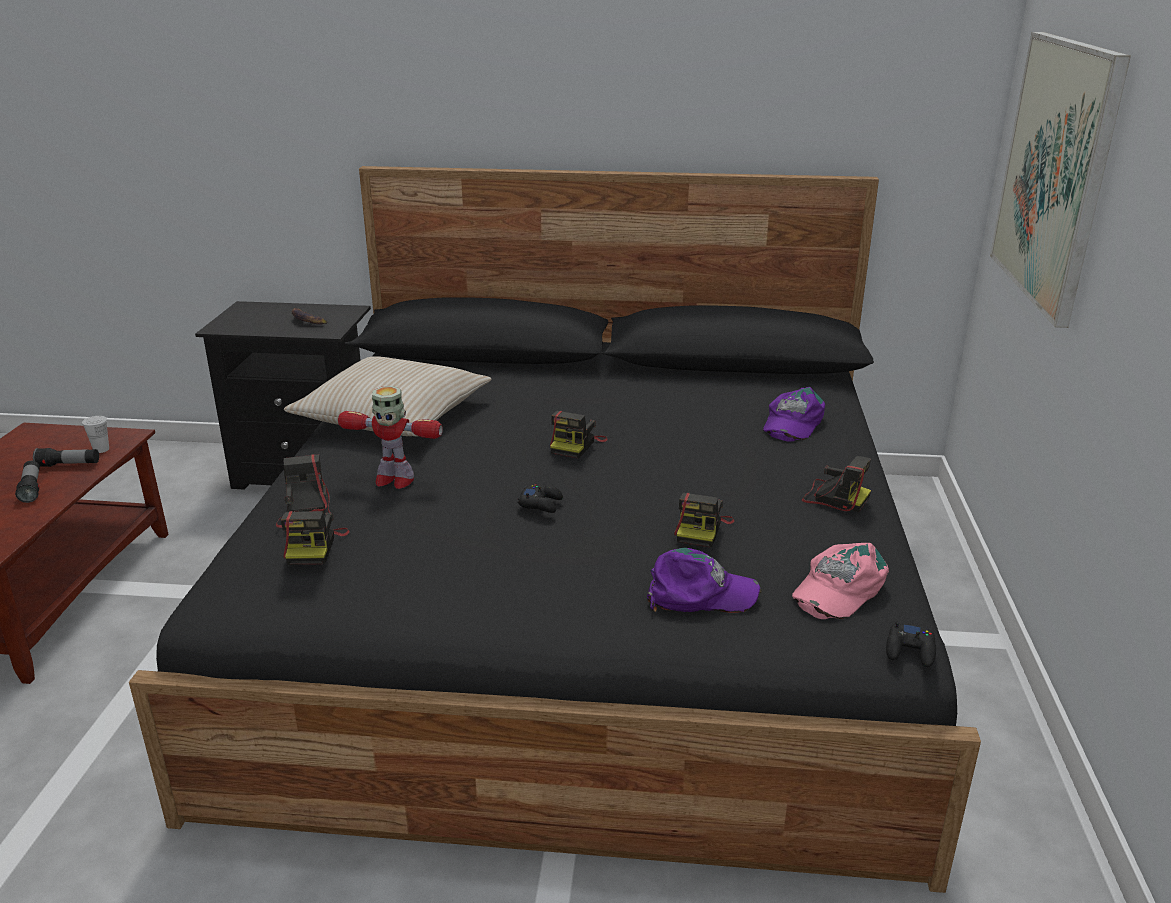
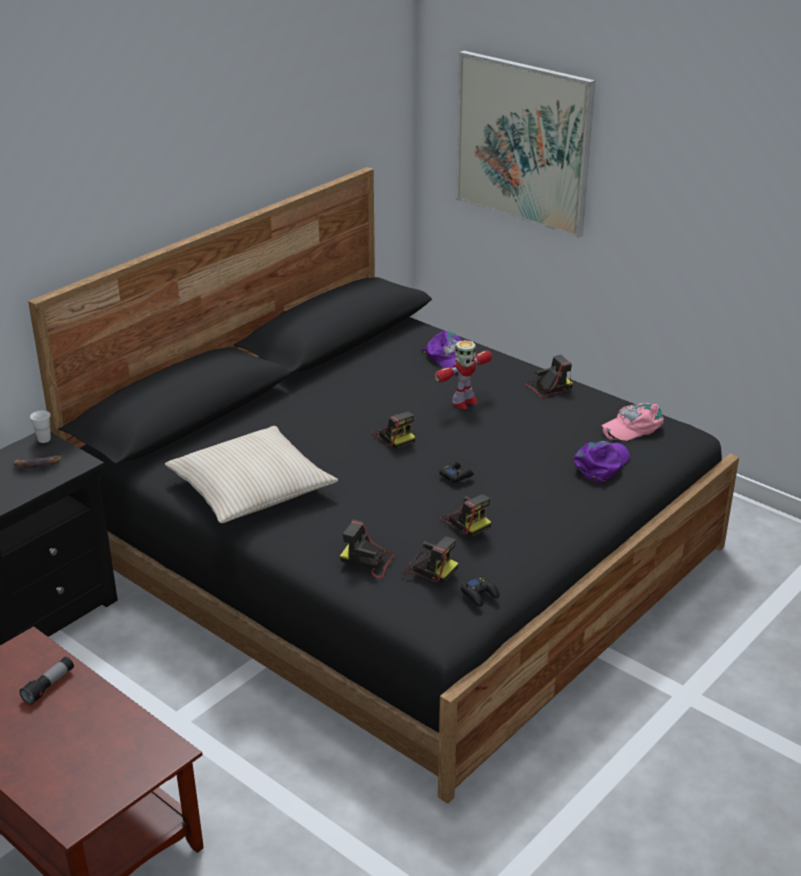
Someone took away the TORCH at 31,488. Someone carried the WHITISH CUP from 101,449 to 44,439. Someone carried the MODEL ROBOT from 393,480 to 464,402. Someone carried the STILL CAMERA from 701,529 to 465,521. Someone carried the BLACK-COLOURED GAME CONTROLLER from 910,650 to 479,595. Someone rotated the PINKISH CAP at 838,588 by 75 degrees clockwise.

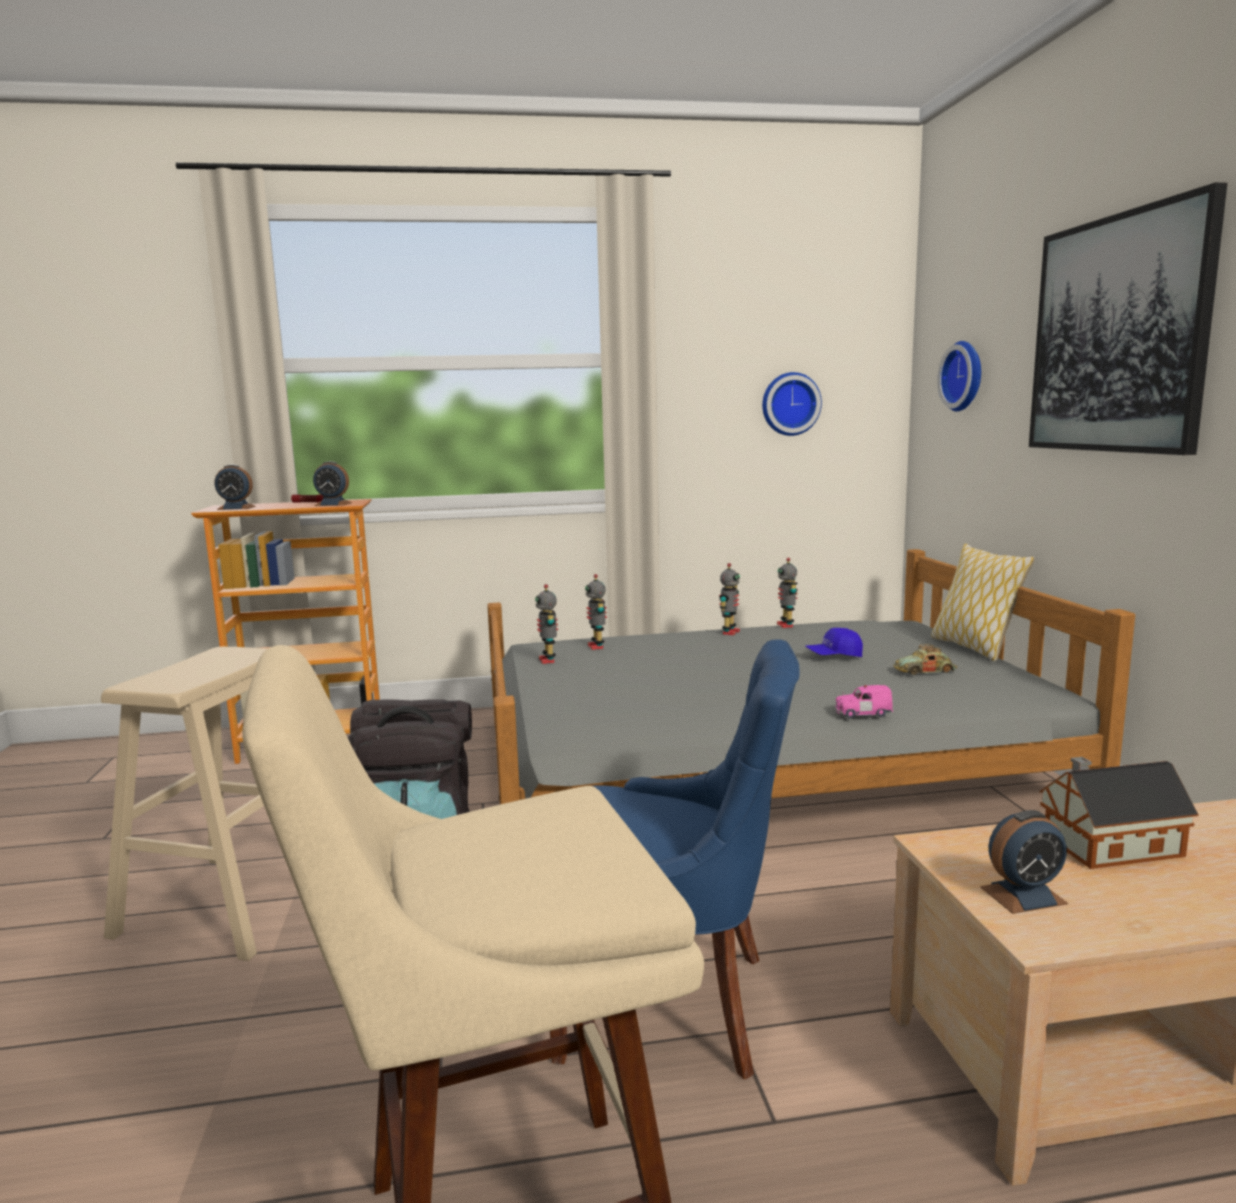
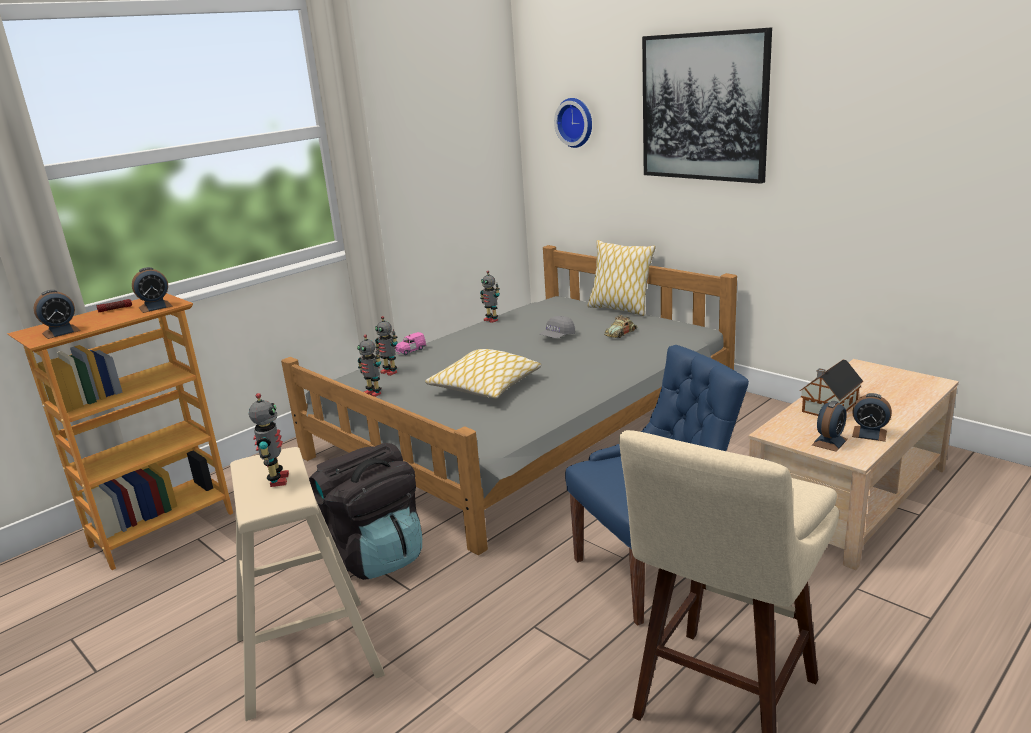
Someone took away the HANGING CLOCK at 789,404. Someone put down the CUSHION at 485,386. Someone put down the ALARM CLOCK at 869,434. Someone carried the MODEL ROBOT from 729,632 to 277,480. Someone carried the PINKISH TOY CAR from 862,714 to 410,351. Someone repainted the BLUE-COLOURED CAP at 834,656, which became the GRAY CAP at 557,337.

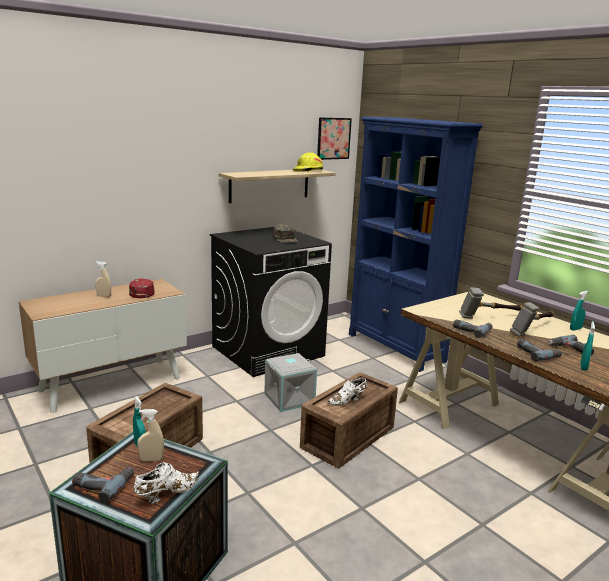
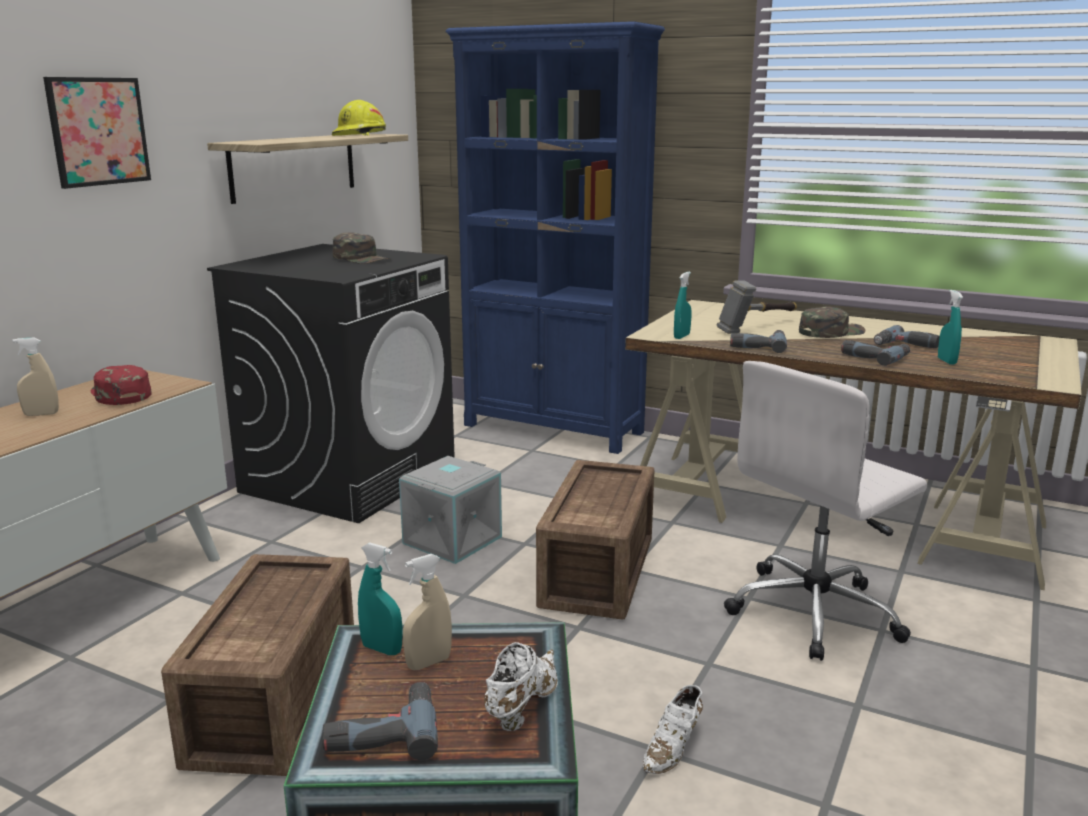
Someone put down the WHITISH DESK CHAIR at 815,612. Someone carried the PICTURE from 333,138 to 98,131. Someone carried the WHITISH LOW SHOE from 347,401 to 674,748. Someone carried the TURQUOISE-COLOURED HAND SPRAYER from 575,329 to 681,336. Someone swapped the HAMMER at 532,330 for the GREEN CAP at 830,332.

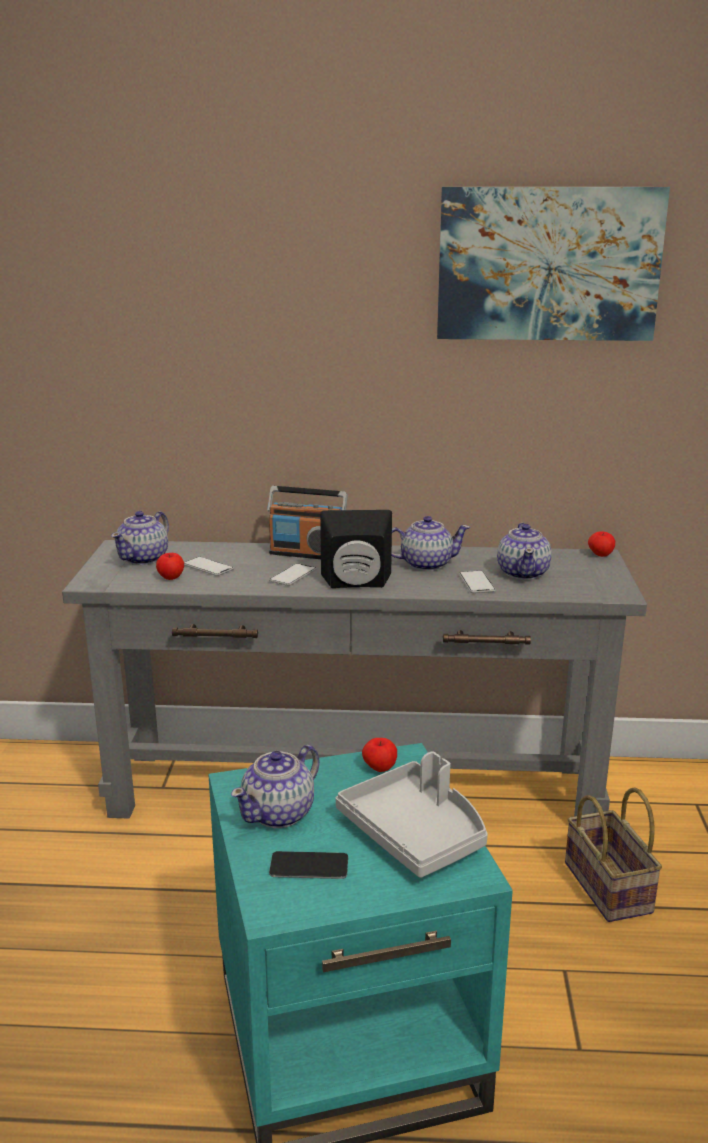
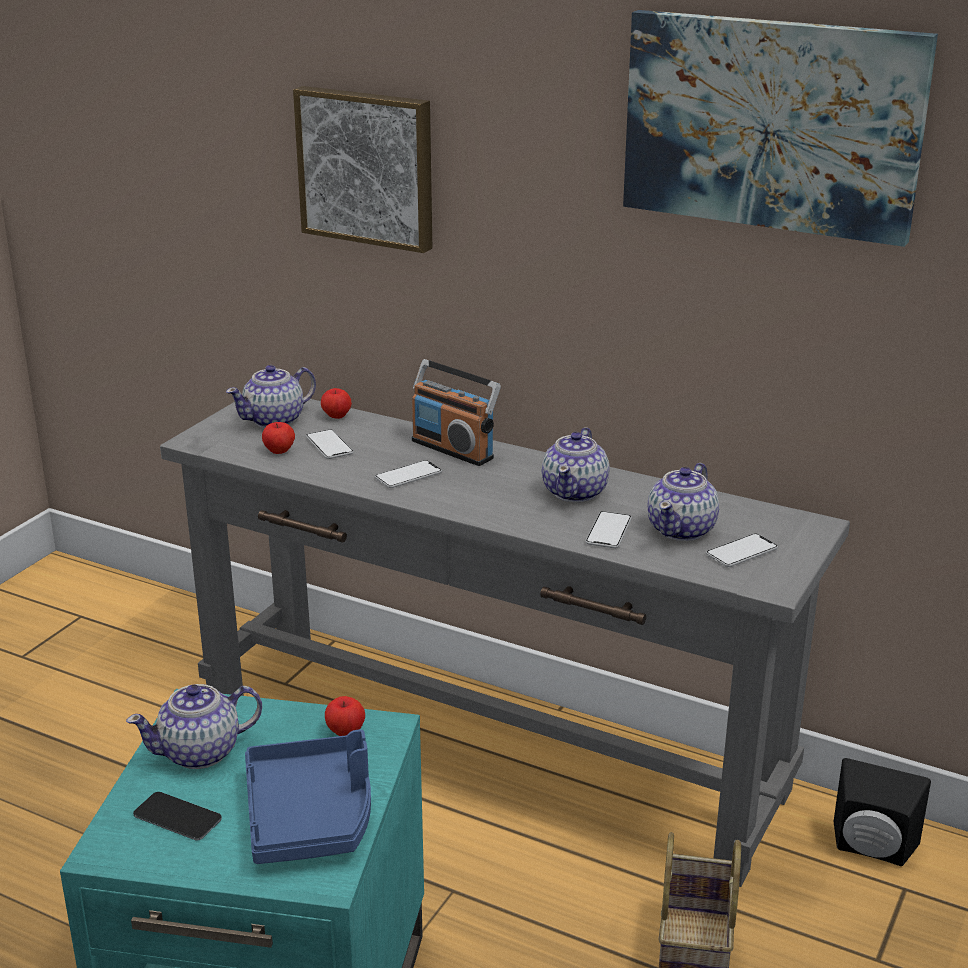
Someone put up the PICTURE at 368,167. Someone put down the PHONE at 741,552. Someone carried the BLACK-COLOURED AUDIO SPEAKER from 356,584 to 871,850. Someone carried the APPLE from 600,555 to 336,416. Someone repainted the GRAY SERVING TRAY at 415,833, which became the BLUE-COLOURED SERVING TRAY at 311,815. Someone rotated the TEA POT at 425,564 by 90 degrees clockwise.

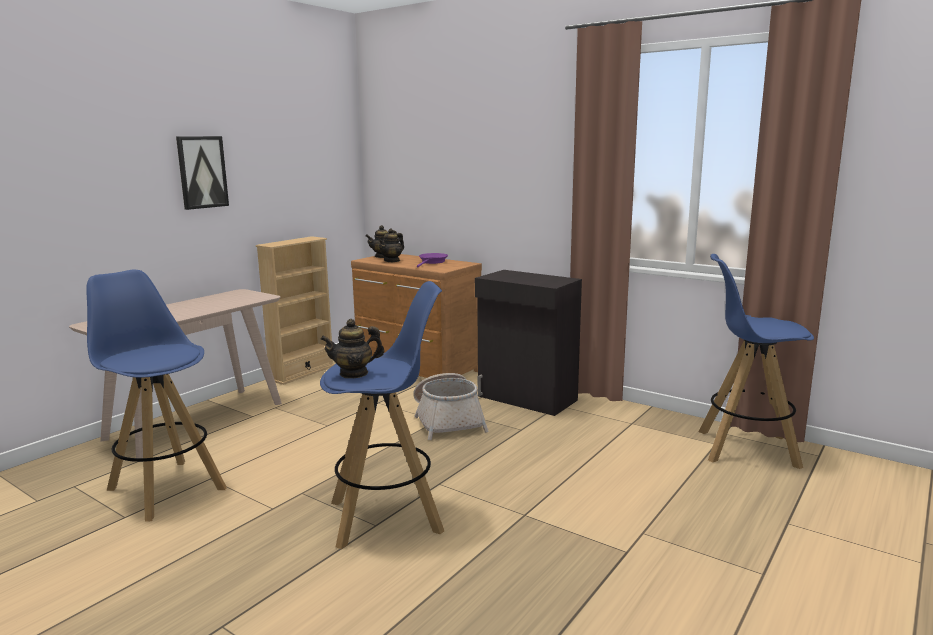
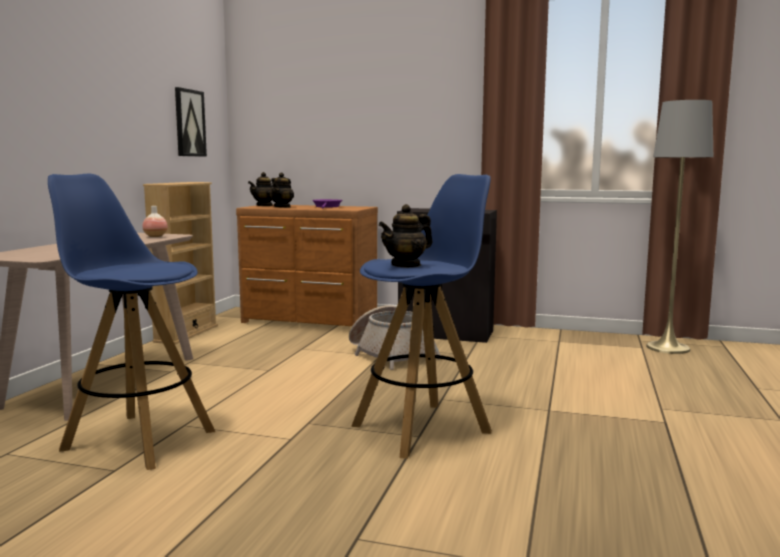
Someone put down the FLOWER VASE at 155,236. Someone carried the PICTURE from 202,172 to 189,123. Someone swapped the BLUE-COLOURED STOOL at 745,448 for the GRAY STANDING LAMP at 667,348.

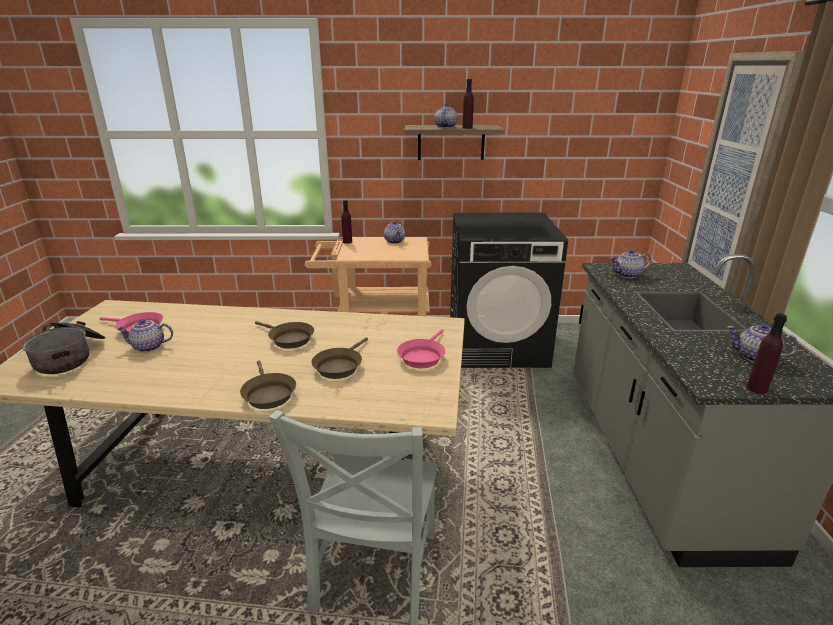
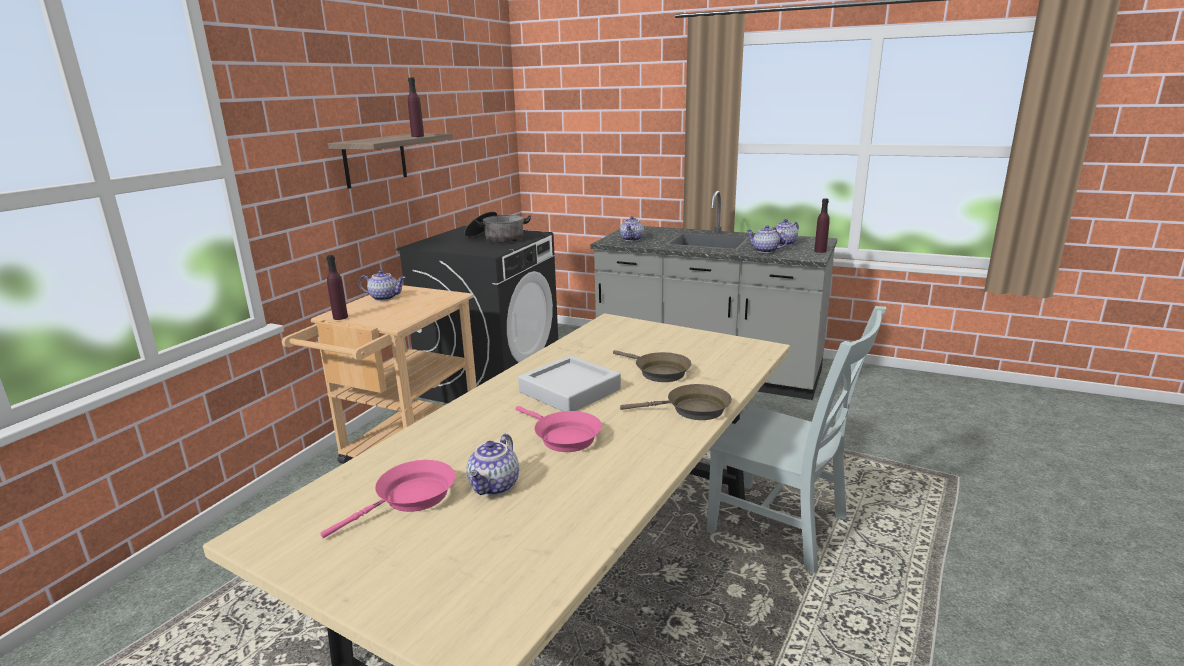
Someone took away the PICTURE at 736,179. Someone carried the COOKING POT from 70,357 to 496,239. Someone carried the PINKISH SKILLET from 422,356 to 563,437. Someone carried the TEA POT from 445,127 to 765,251. Someone swapped the BROWN SKILLET at 288,339 for the GRAY SERVING TRAY at 570,391.

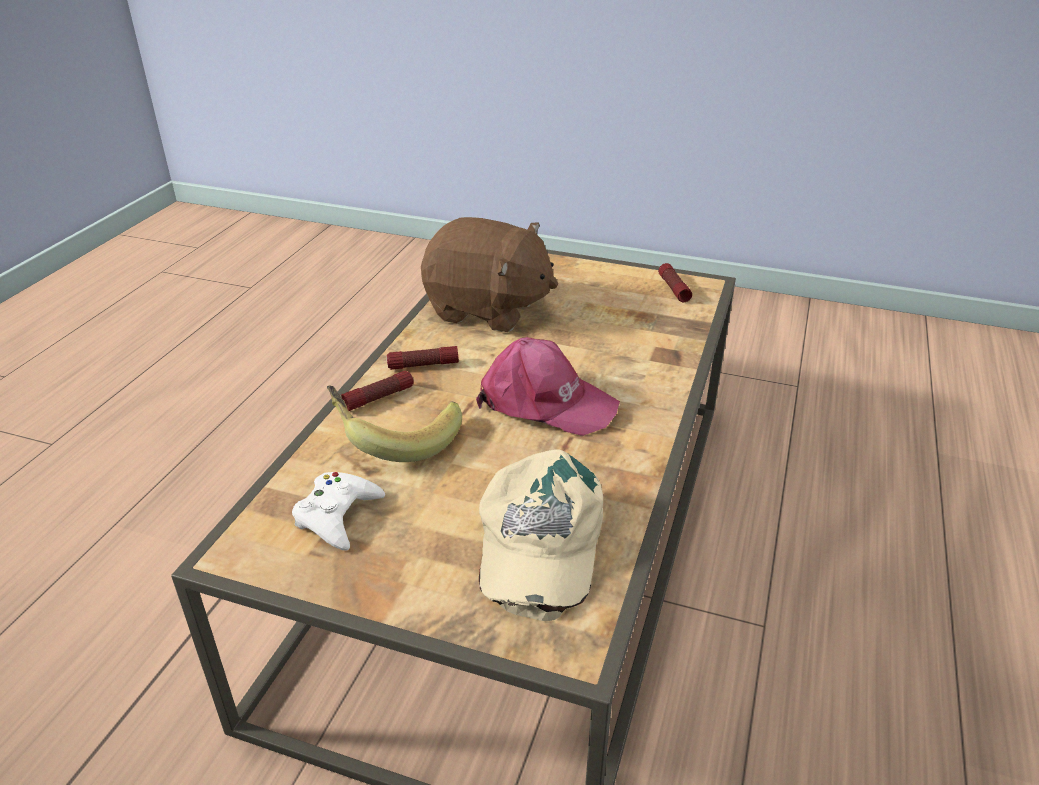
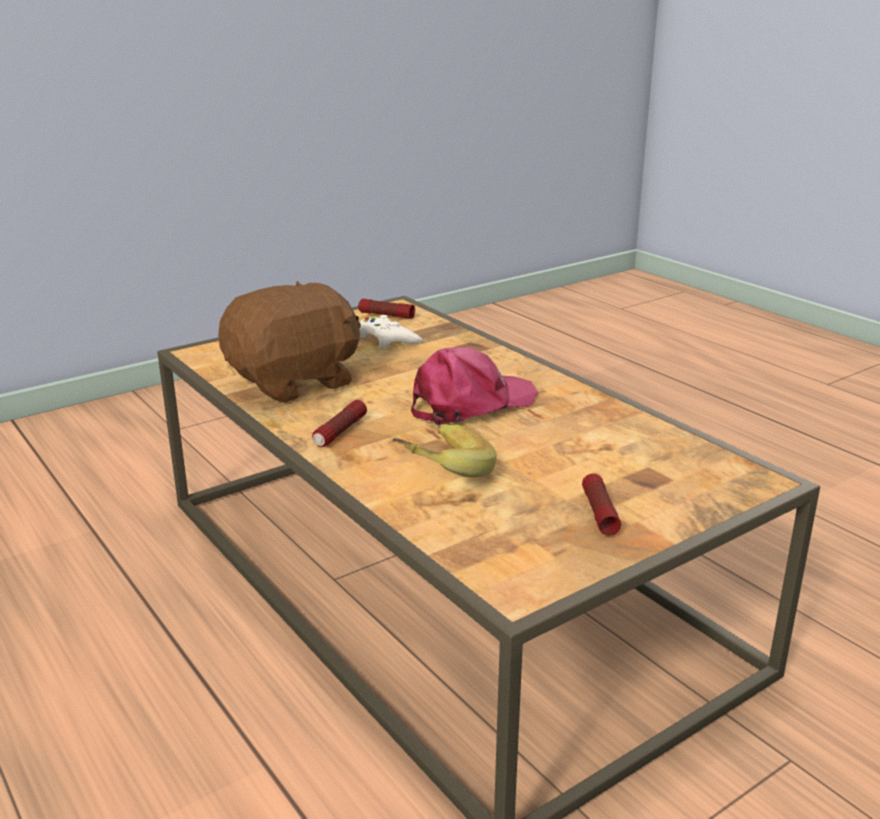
Someone took away the BEIGE CAP at 537,541. Someone carried the WHITISH GAME CONTROLLER from 337,516 to 387,339. Someone carried the TORCH from 378,398 to 599,512.

